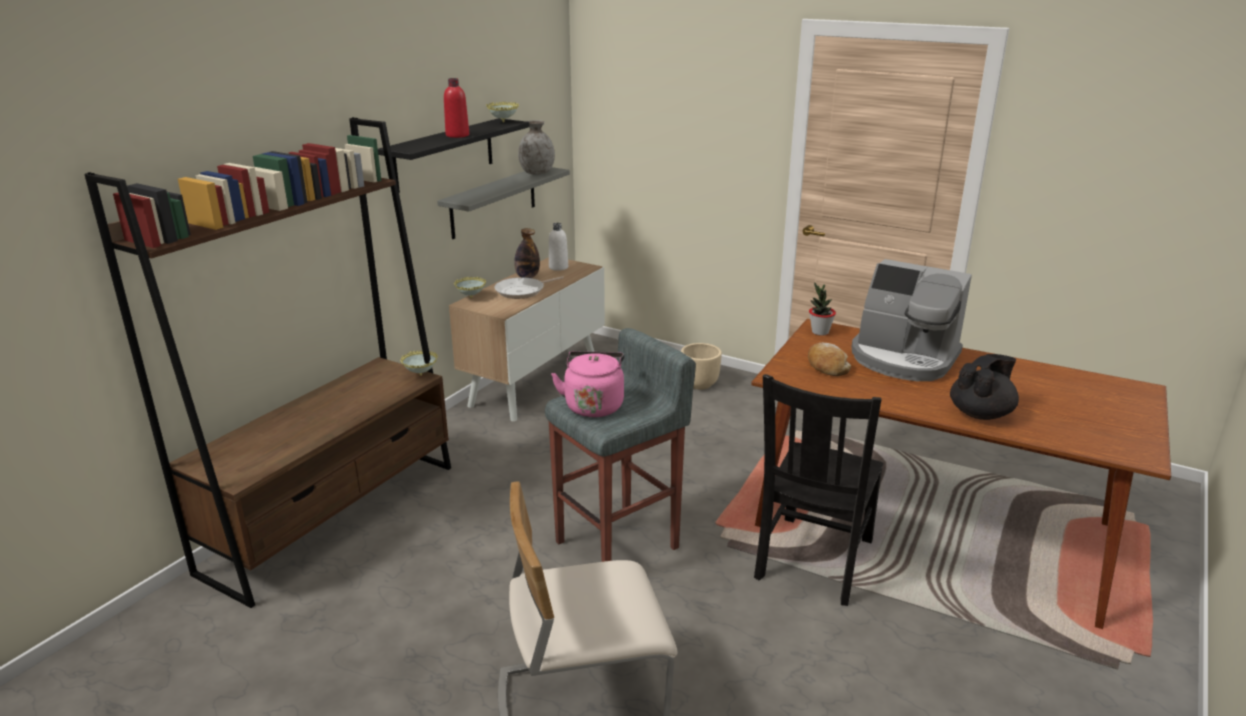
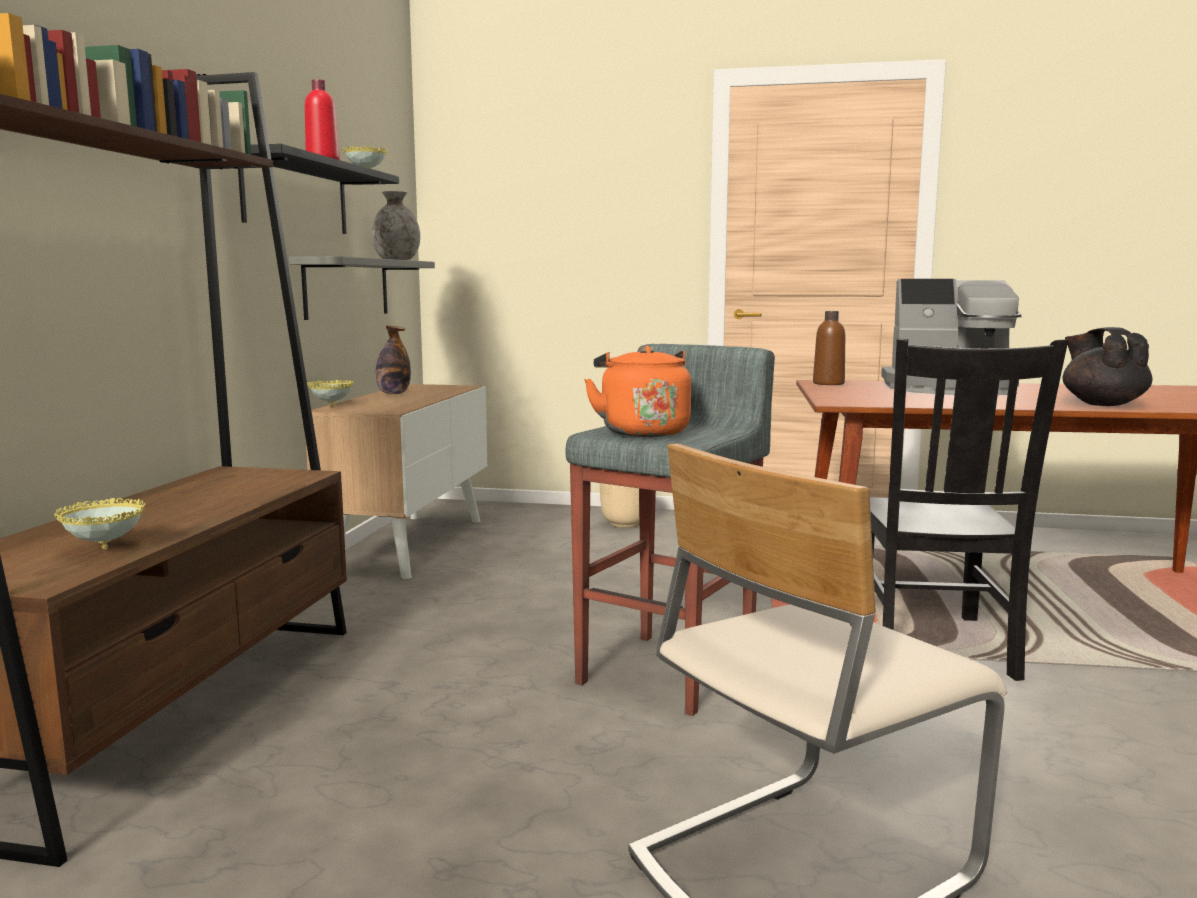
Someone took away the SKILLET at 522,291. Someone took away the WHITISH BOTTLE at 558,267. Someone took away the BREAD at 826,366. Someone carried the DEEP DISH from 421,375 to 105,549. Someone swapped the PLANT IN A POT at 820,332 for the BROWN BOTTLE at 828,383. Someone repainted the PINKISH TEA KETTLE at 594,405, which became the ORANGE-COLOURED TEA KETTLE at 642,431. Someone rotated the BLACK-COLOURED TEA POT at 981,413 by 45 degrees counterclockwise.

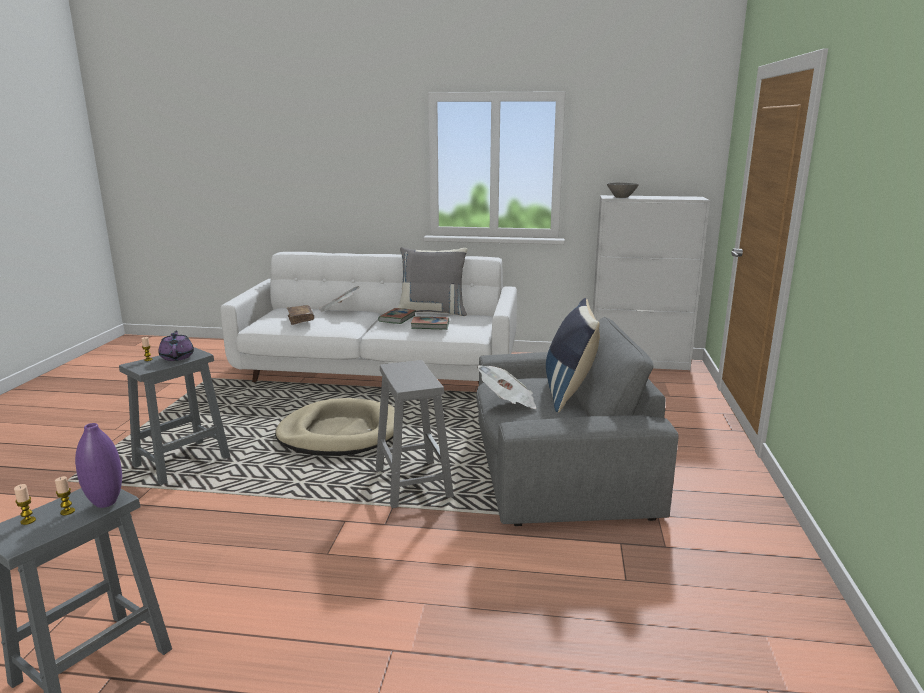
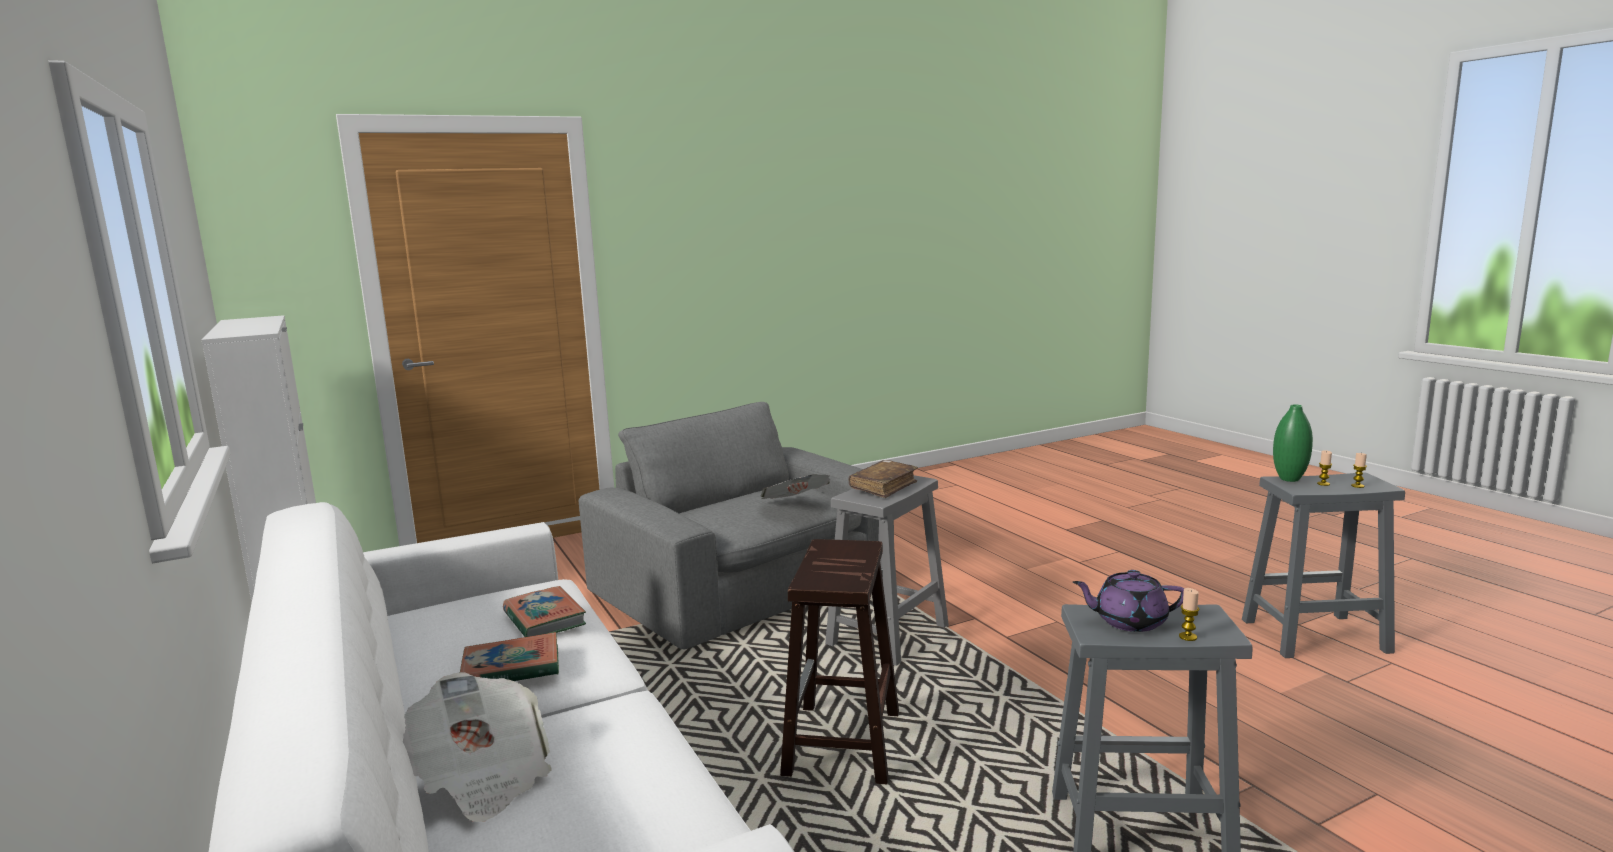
Someone took away the GRAY CUSHION at 432,311. Someone took away the BLUE-COLOURED CUSHION at 569,393. Someone took away the GRAY DEEP DISH at 621,197. Someone carried the BROWN VOLUME from 300,319 to 883,487. Someone swapped the BEIGE PET BED at 340,433 for the BROWN STOOL at 843,745. Someone repainted the PURPLE FLOWER VASE at 105,503, which became the GREEN FLOWER VASE at 1289,479. Someone rotated the PURPLE TEA POT at 177,357 by 60 degrees clockwise.

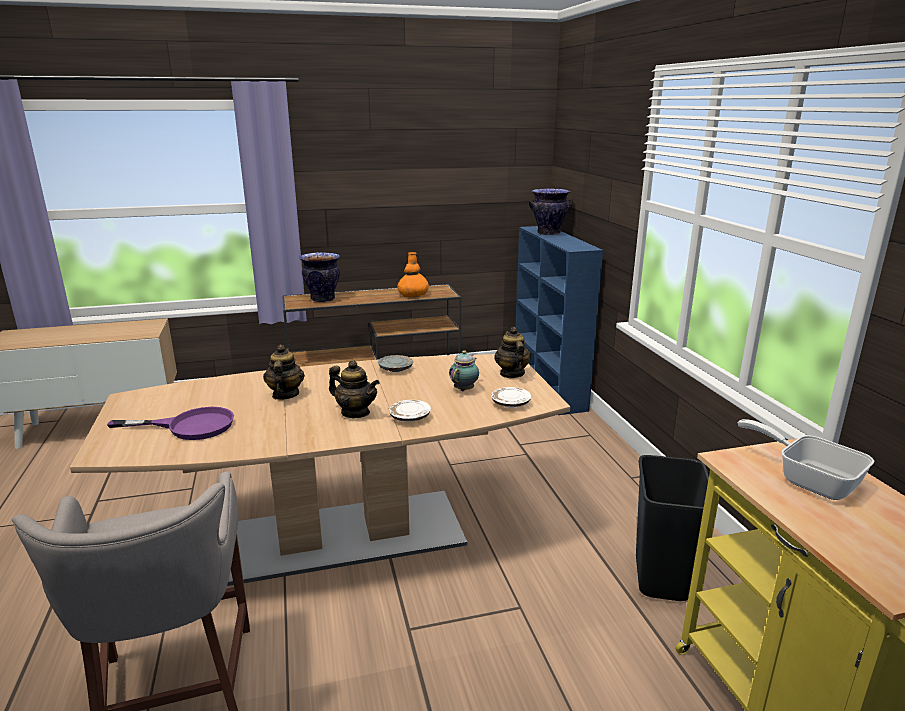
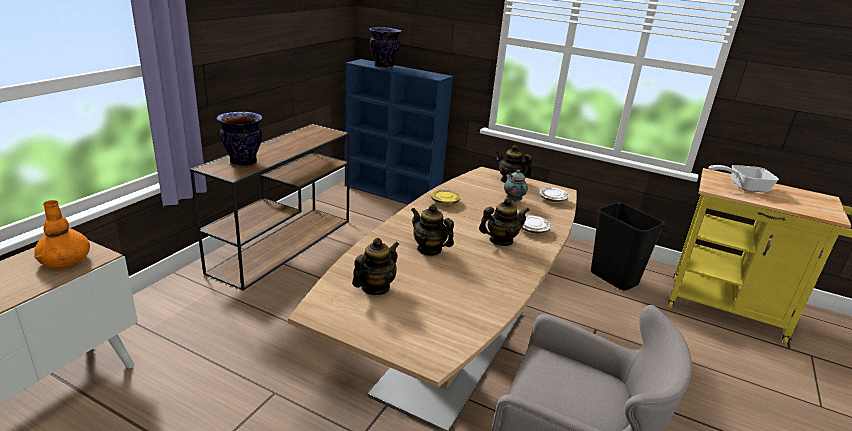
Someone took away the PURPLE SKILLET at 189,426. Someone put down the TEA POT at 375,288. Someone carried the ORANGE-COLOURED FLOWER VASE from 413,294 to 65,260. Someone repainted the GRAY FLAT DISH at 395,369, which became the YELLOWISH FLAT DISH at 445,202.

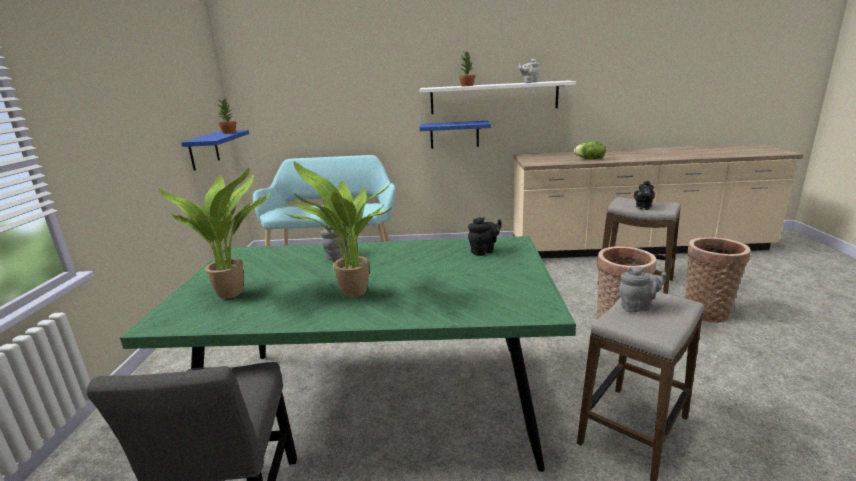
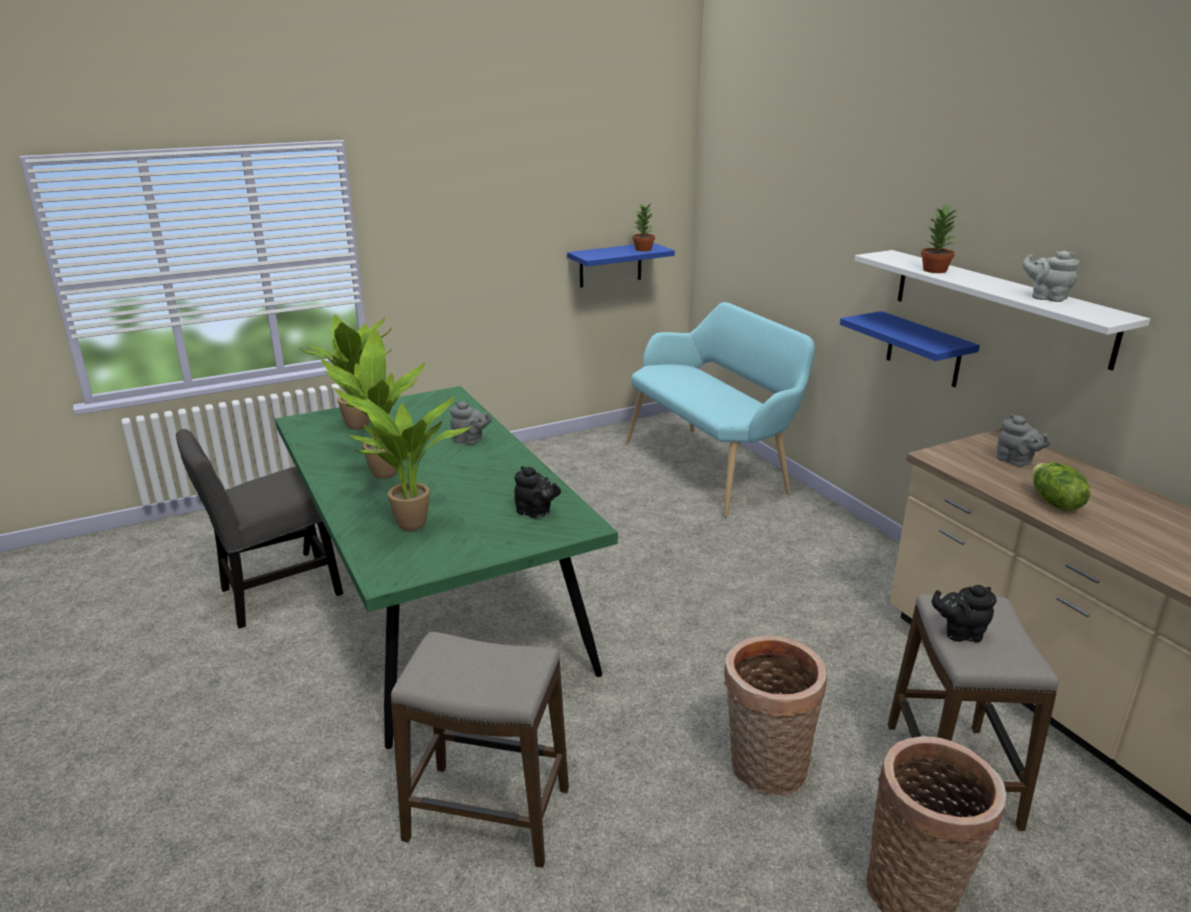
Someone put down the PLANT IN A POT at 410,528. Someone carried the GRAY TEA POT from 637,307 to 1016,462.

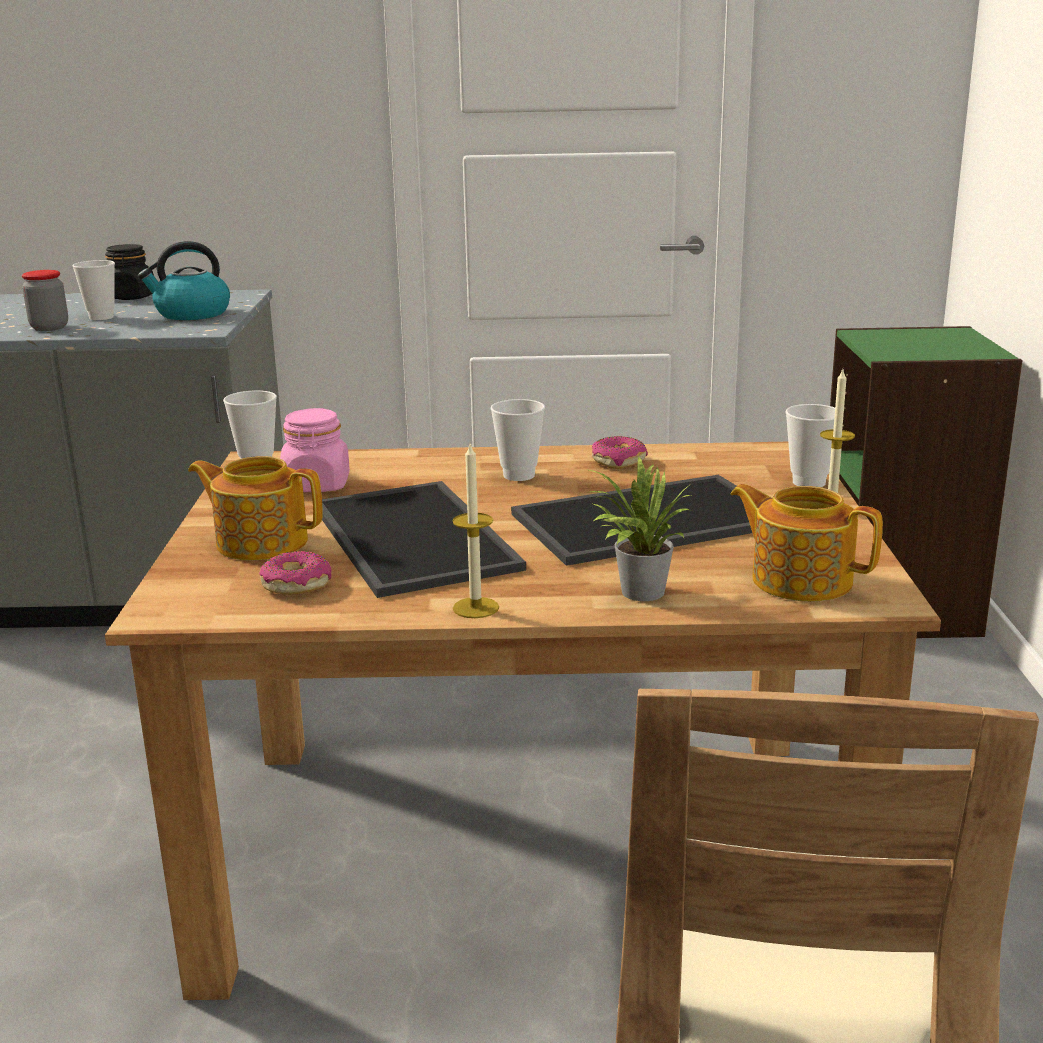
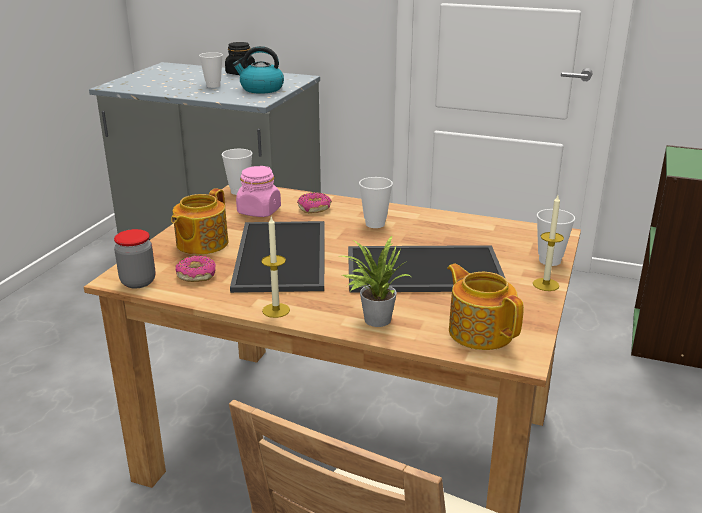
Someone carried the STORAGE JAR from 49,327 to 138,282. Someone carried the DONUT from 619,461 to 314,208. Someone rotated the TEA POT at 261,542 by 105 degrees counterclockwise.

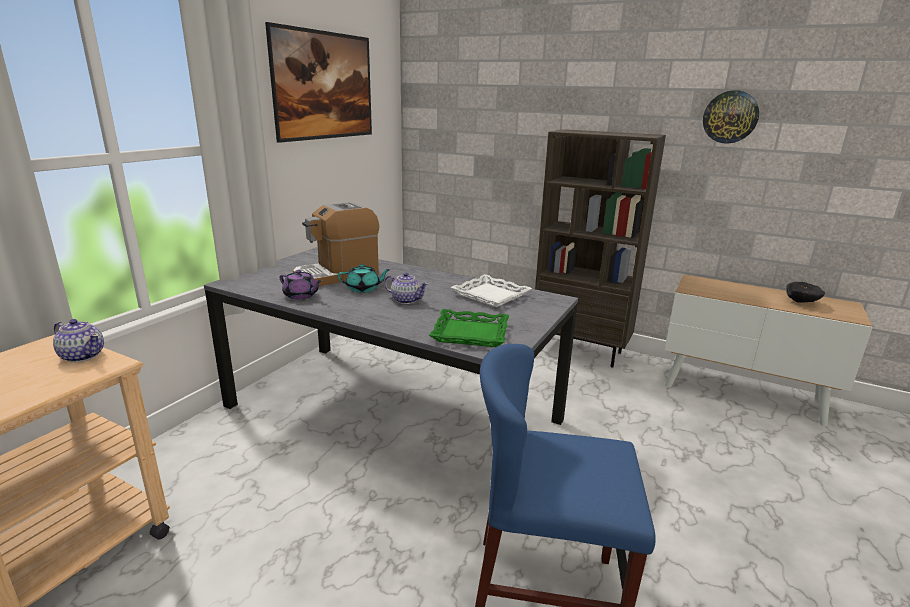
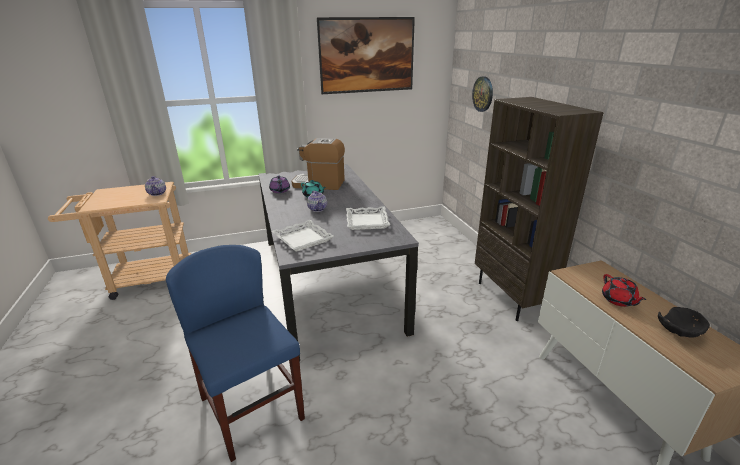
Someone put down the RED-COLOURED TEA POT at 618,300. Someone carried the HANGING CLOCK from 730,117 to 483,94. Someone repainted the GREEN SERVING TRAY at 470,333, which became the WHITISH SERVING TRAY at 303,239.

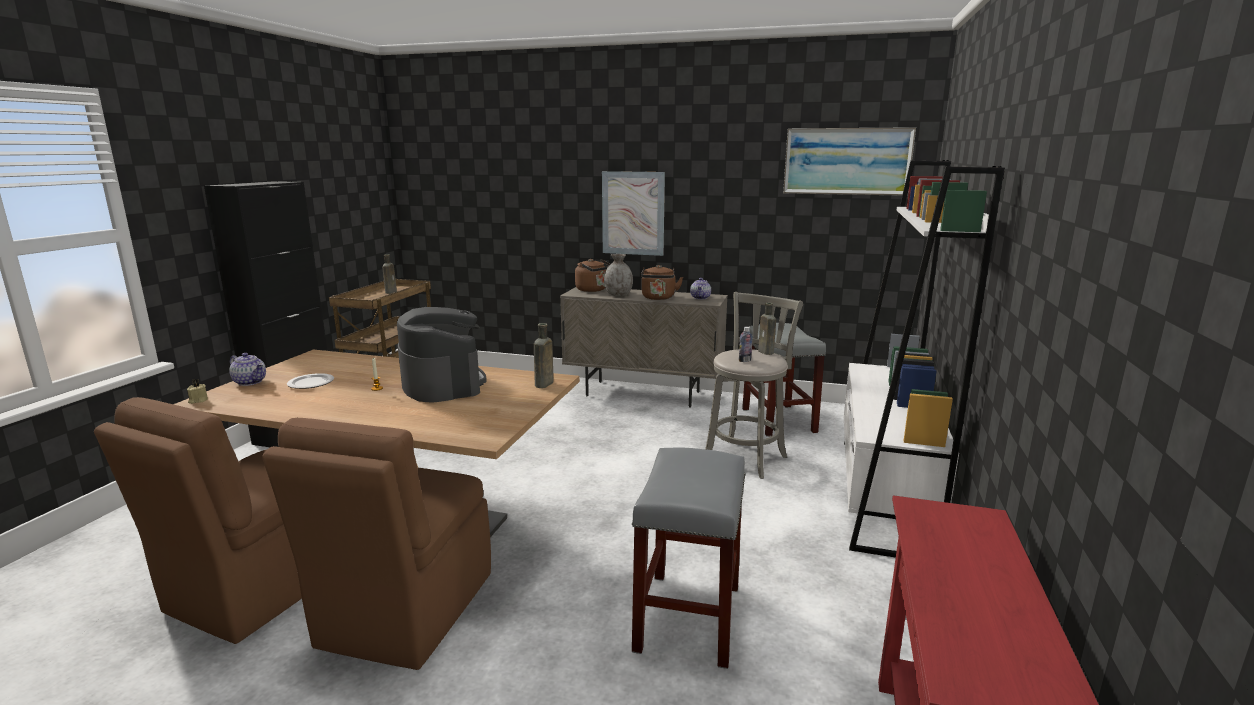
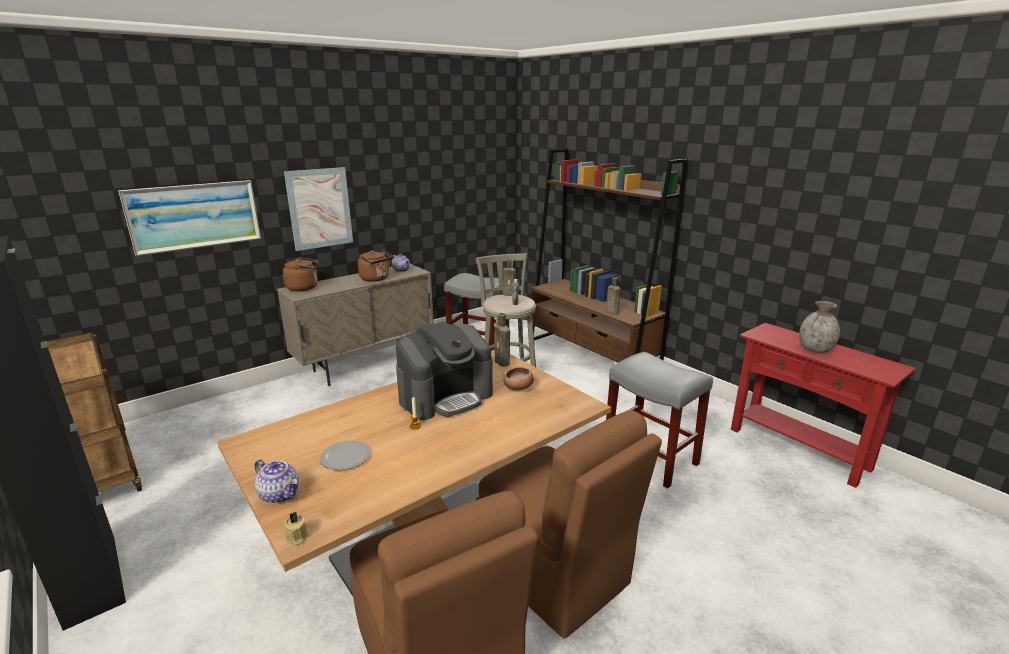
Someone put down the DEEP DISH at 518,388. Someone carried the BROWN BOTTLE from 391,292 to 611,312. Someone carried the GRAY FLOWER VASE from 618,295 to 815,349. Someone carried the PICTURE from 847,161 to 194,216. Someone repainted the WHITISH BOOKCASE at 883,493, which became the BROWN BOOKCASE at 591,356. Someone rotated the TEA POT at 250,382 by 60 degrees clockwise. Someone rotated the COFFEE MAKER at 442,384 by 135 degrees clockwise.

